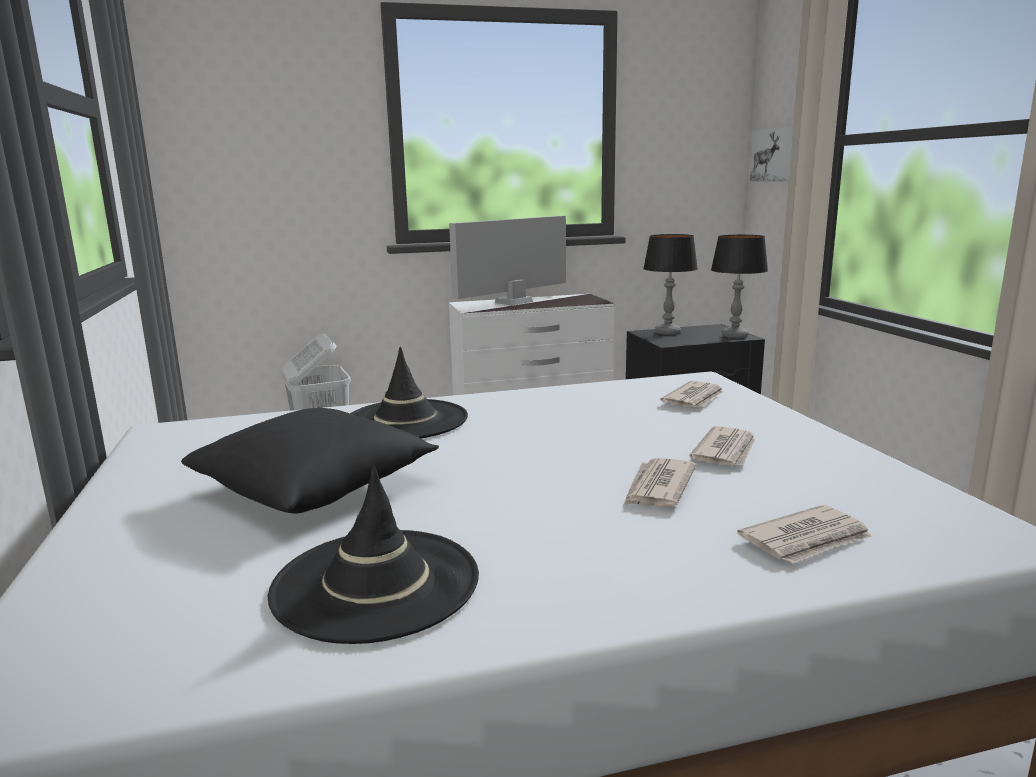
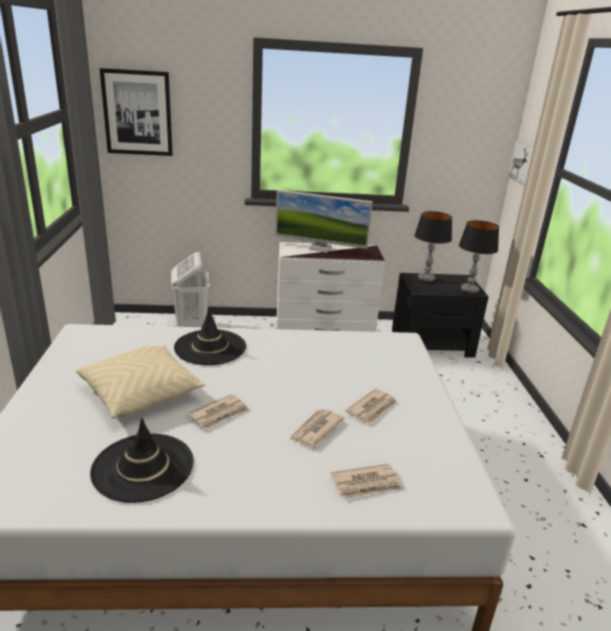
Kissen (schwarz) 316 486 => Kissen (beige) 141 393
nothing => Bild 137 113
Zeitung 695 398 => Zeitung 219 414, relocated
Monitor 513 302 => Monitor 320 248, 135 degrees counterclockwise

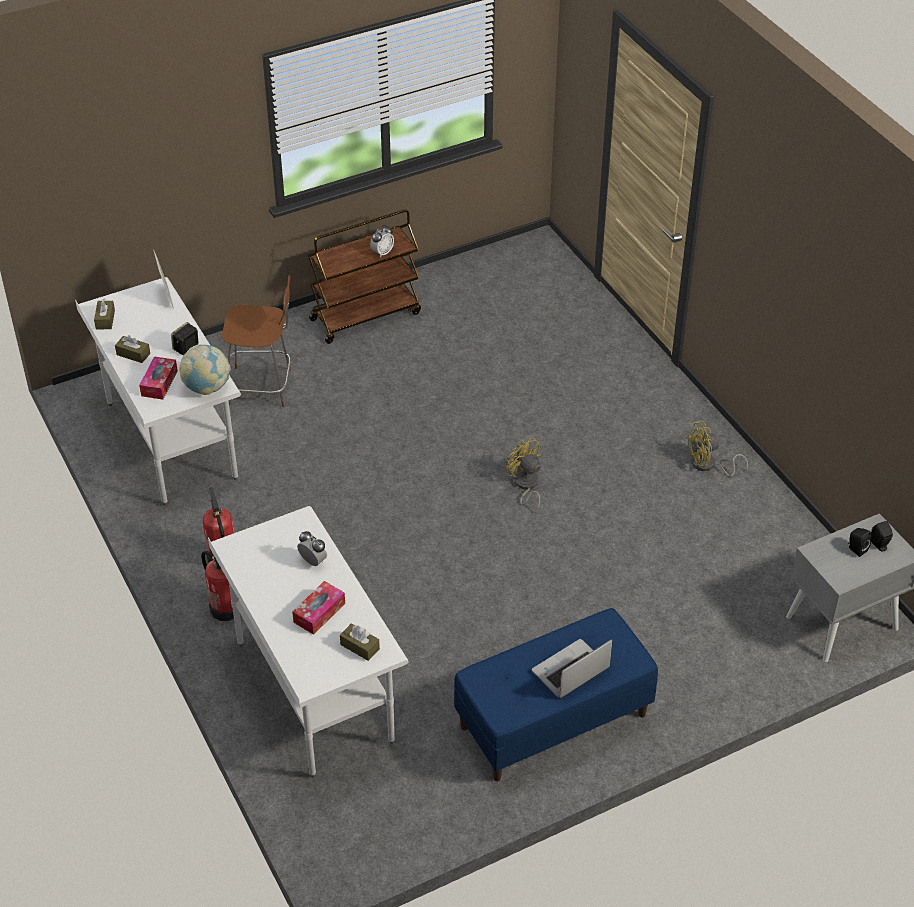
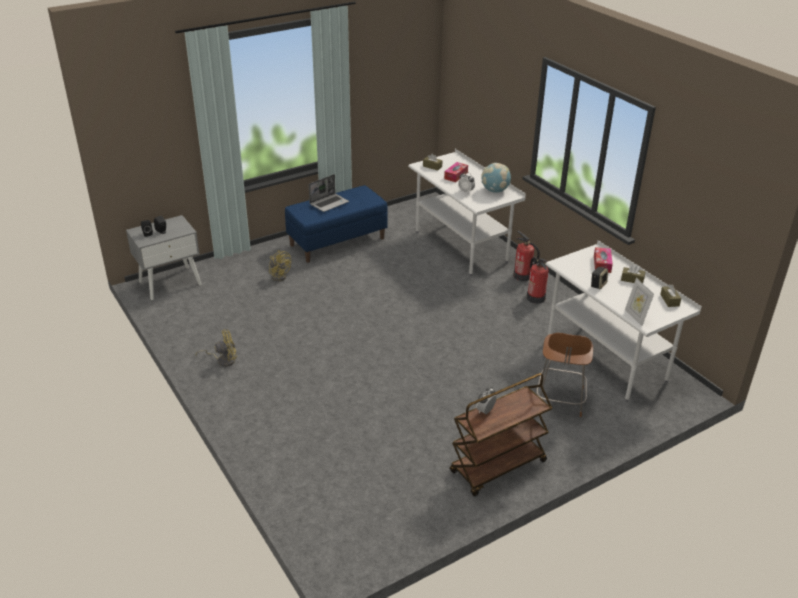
Ventilator (gelb) 525 486 => Ventilator (gelb) 279 275, relocated
Globus 207 387 => Globus 495 191, relocated
Stuhl (braun) 262 387 => Stuhl (braun) 560 400, 75 degrees counterclockwise

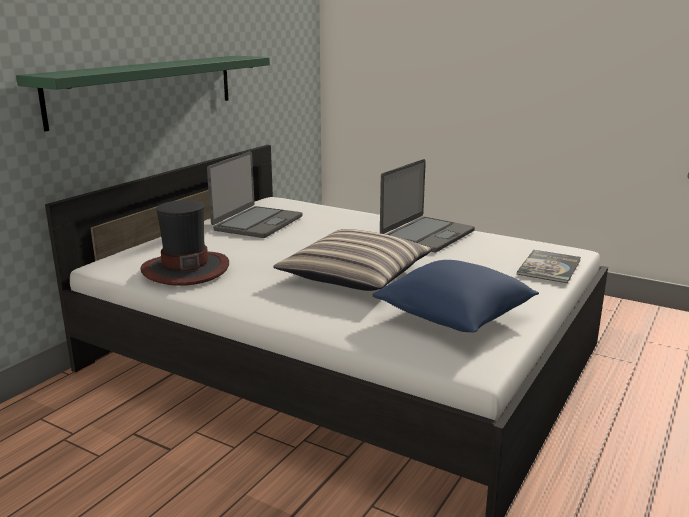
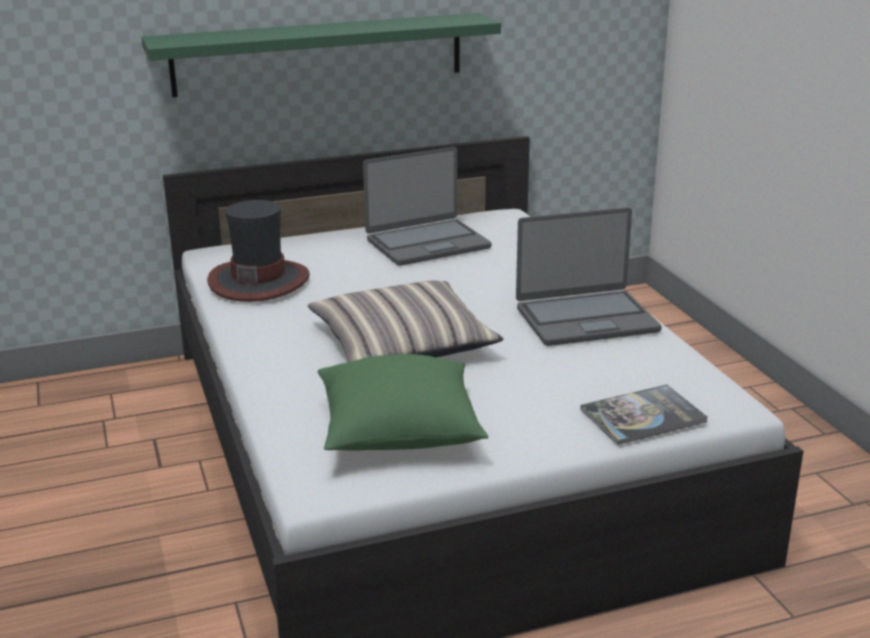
Kissen (blau) 455 318 => Kissen (grün) 399 432

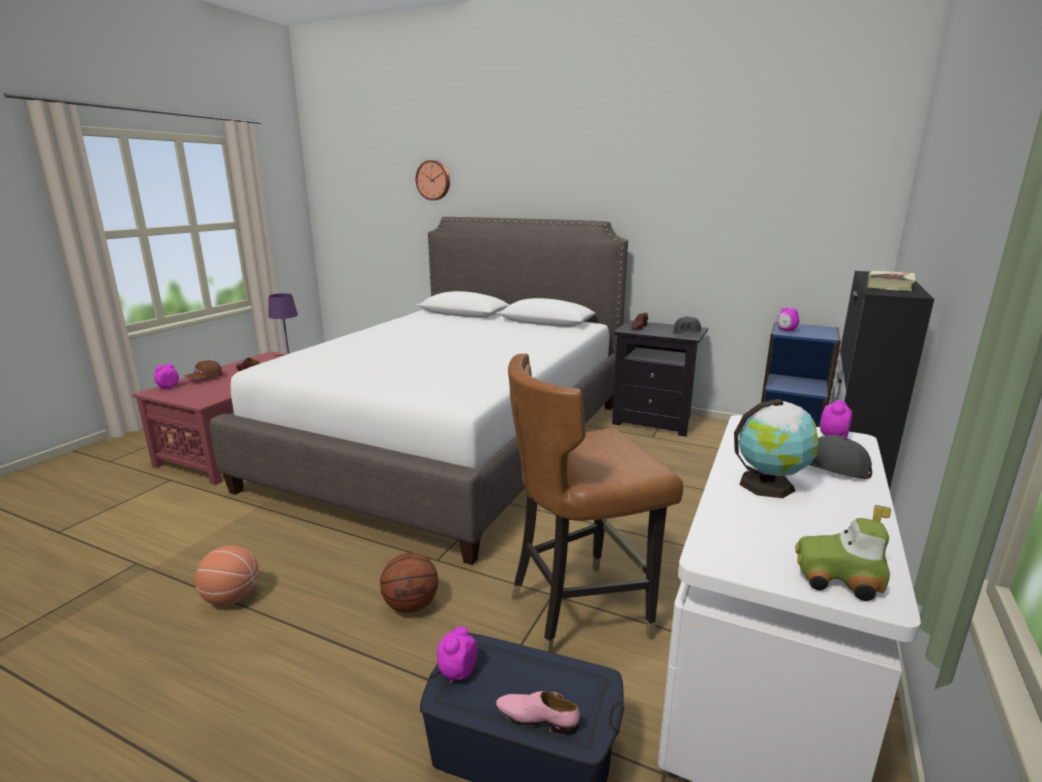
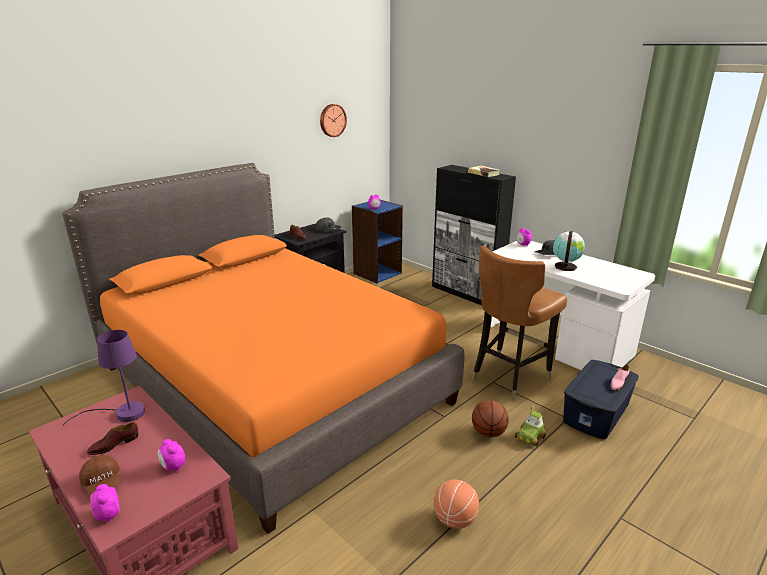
Bett (weiß) 453 443 => Bett (orange) 272 384
Wecker 457 672 => Wecker 173 467, relocated
Wanduhr 433 180 => Wanduhr 332 120, relocated
Stuhl (braun) 579 611 => Stuhl (braun) 509 377, 45 degrees clockwise
Spielzeugauto 837 579 => Spielzeugauto 530 437, relocated

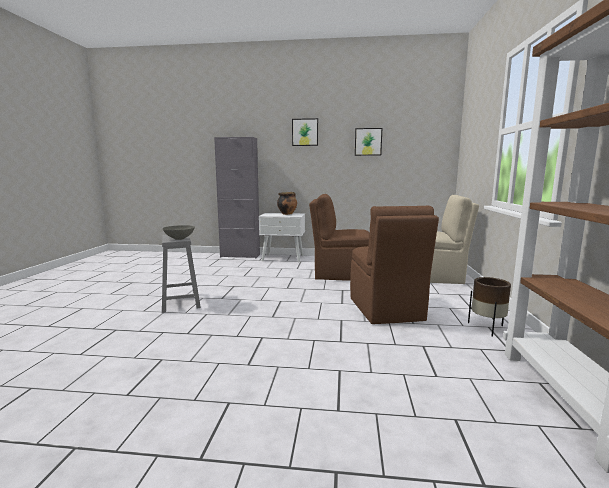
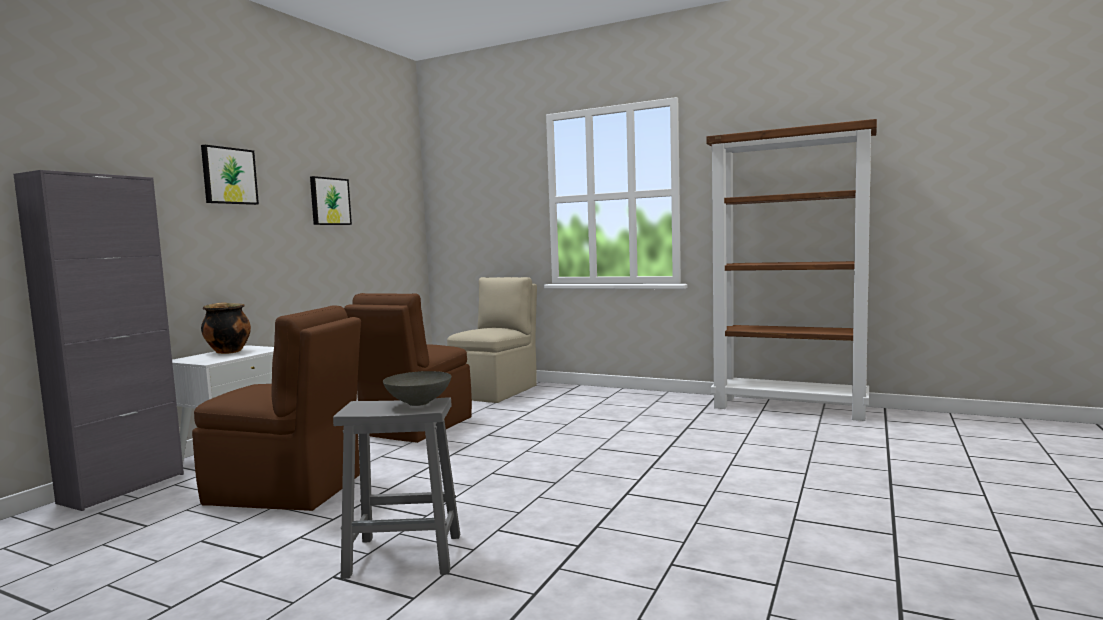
Stuhl (braun) 386 310 => Stuhl (braun) 287 490, relocated
Pflanzkübel (braun) 487 328 => nothing

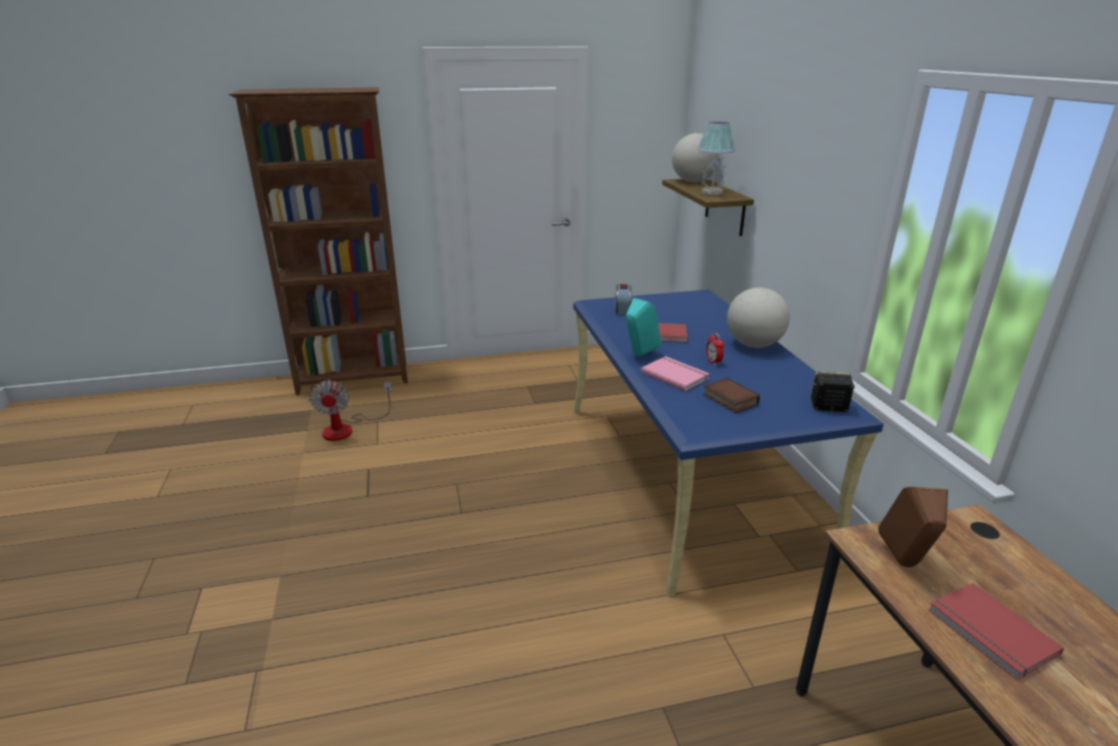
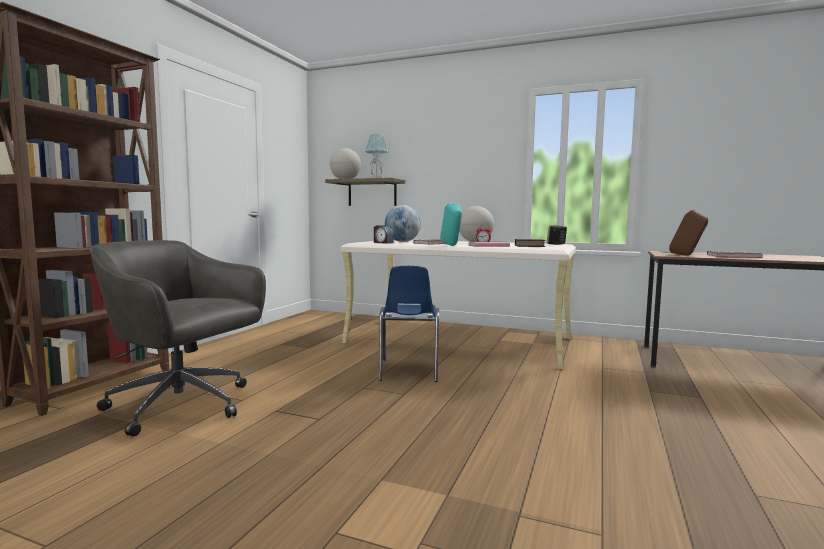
Ventilator 347 428 => Bürostuhl (grau) 183 406
Schreibtisch (blau) 687 475 => Schreibtisch (beige) 460 340
nothing => Stuhl (blau) 408 370
nothing => Globus 402 241

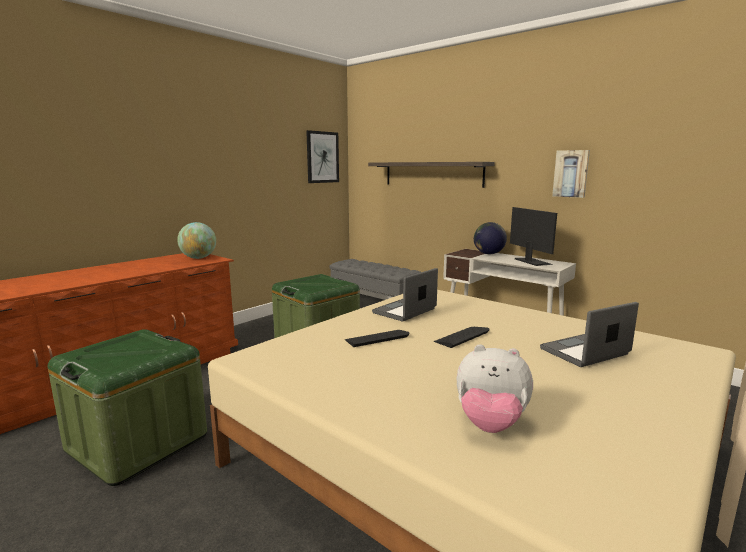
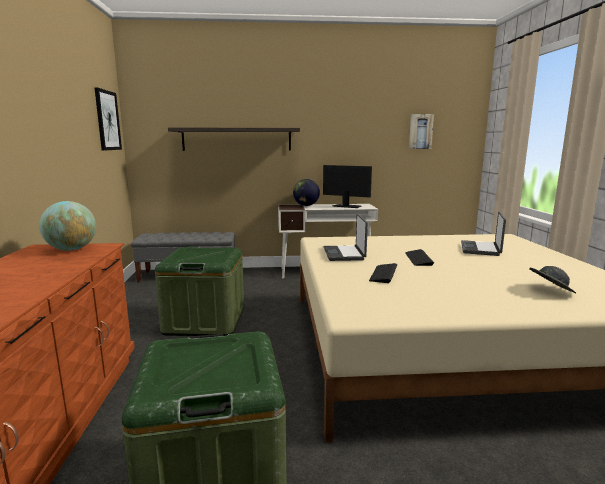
Bild 571 173 => Bild 420 131, relocated
Plüschtier 490 424 => Hut (grau) 550 291

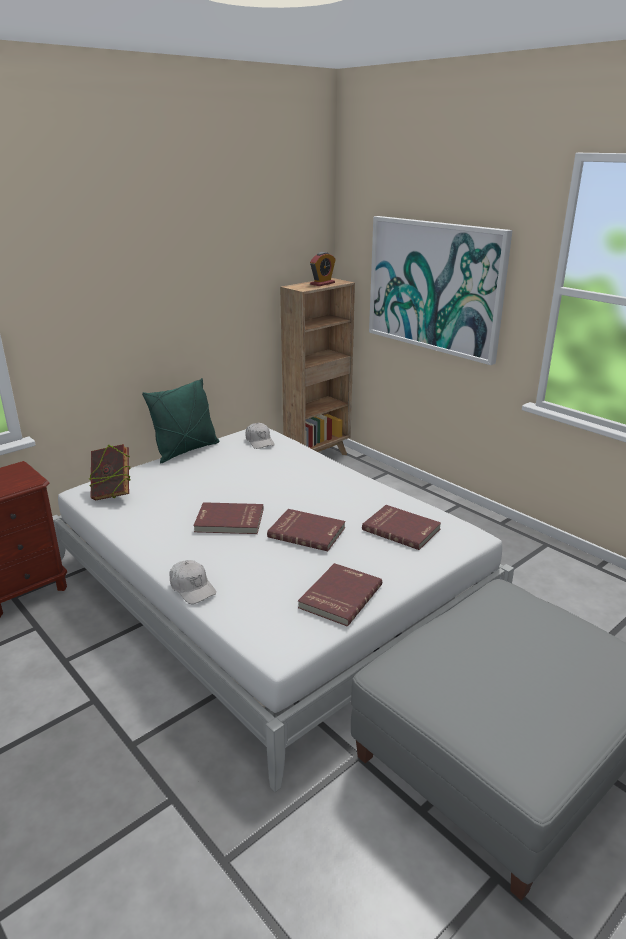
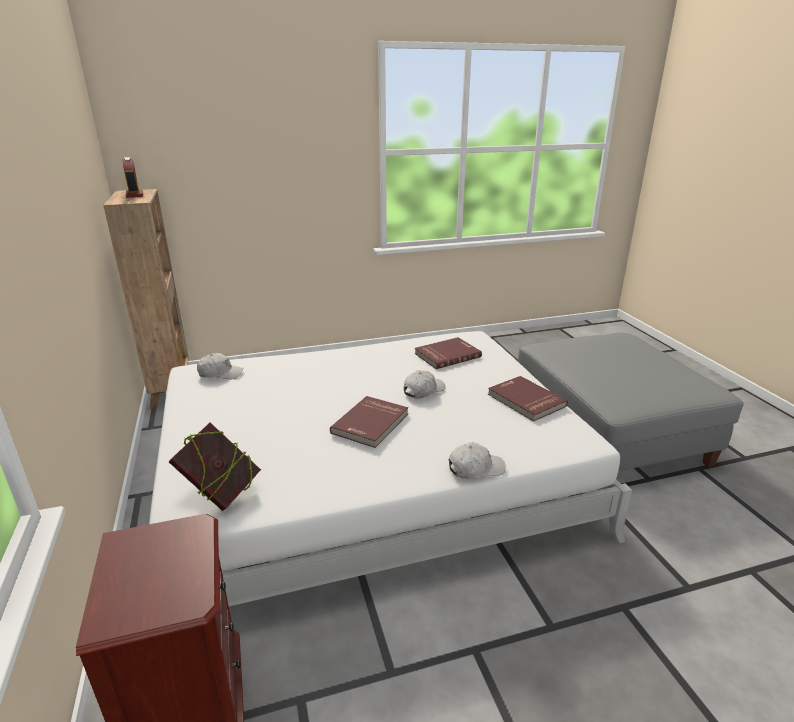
Buch (rot) 307 532 => Kappe (weiß) 423 390
Kissen (grün) 186 450 => nothing
Bild 434 286 => nothing

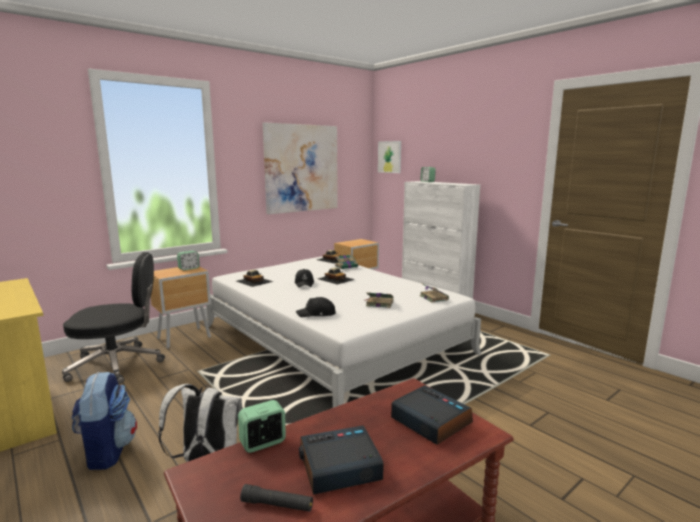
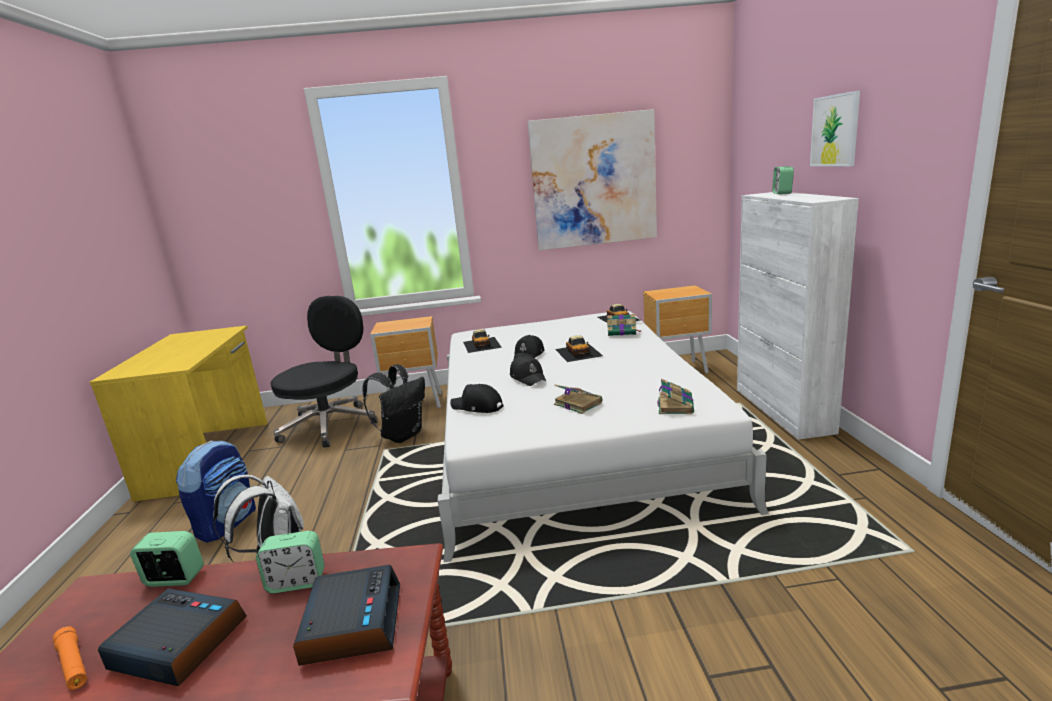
Taschenlampe (schwarz) 277 505 => Taschenlampe (orange) 73 665
Wecker 189 268 => Wecker 296 582, relocated
Bürostuhl (schwarz) 118 364 => Bürostuhl (schwarz) 330 425, 90 degrees counterclockwise
nothing => Rucksack (schwarz) 402 435
nothing => Kappe (schwarz) 528 377
Bild 389 157 => Bild 835 130, relocated

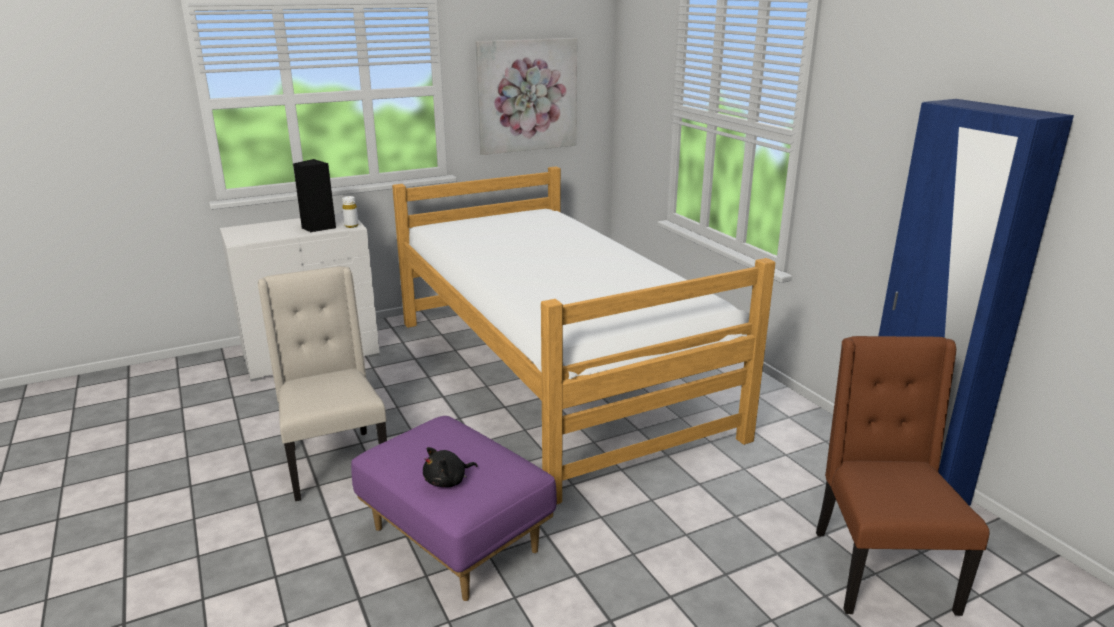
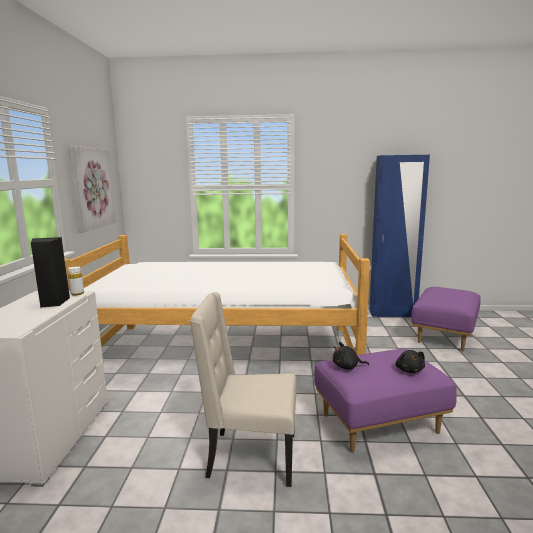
nothing => Plüschtier (schwarz) 347 367
Stuhl (braun) 879 569 => Polsterhocker (lila) 444 335

